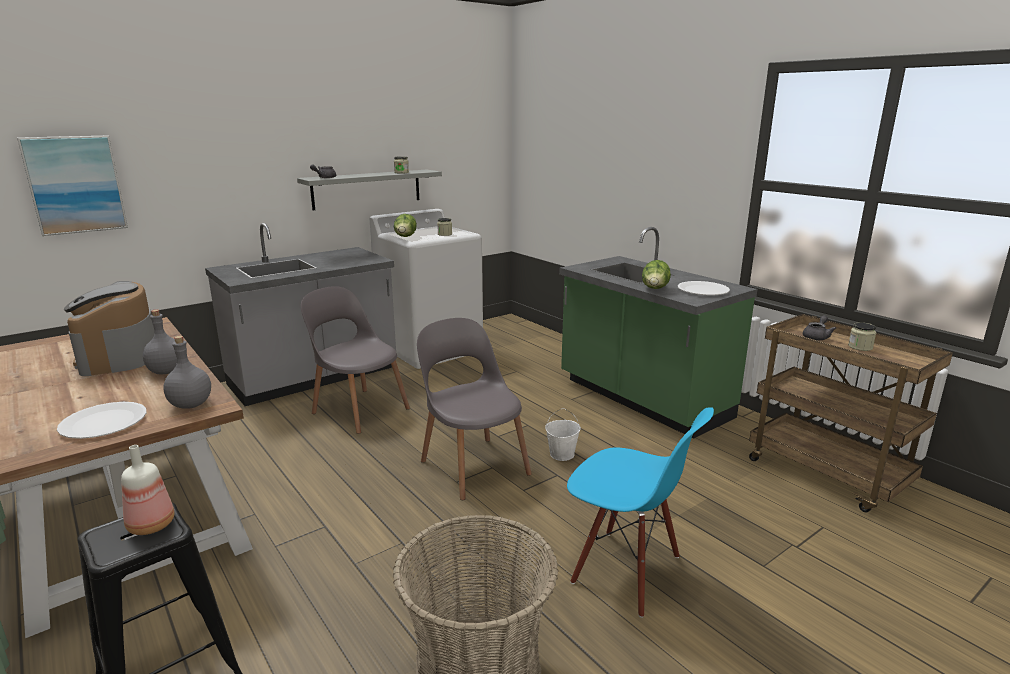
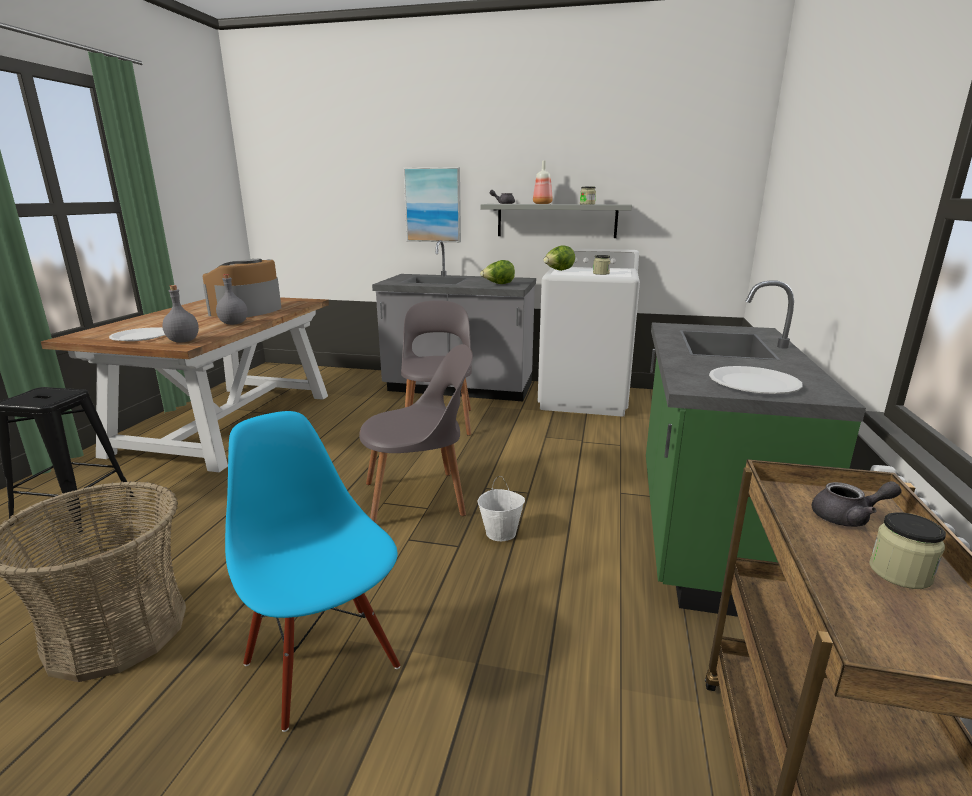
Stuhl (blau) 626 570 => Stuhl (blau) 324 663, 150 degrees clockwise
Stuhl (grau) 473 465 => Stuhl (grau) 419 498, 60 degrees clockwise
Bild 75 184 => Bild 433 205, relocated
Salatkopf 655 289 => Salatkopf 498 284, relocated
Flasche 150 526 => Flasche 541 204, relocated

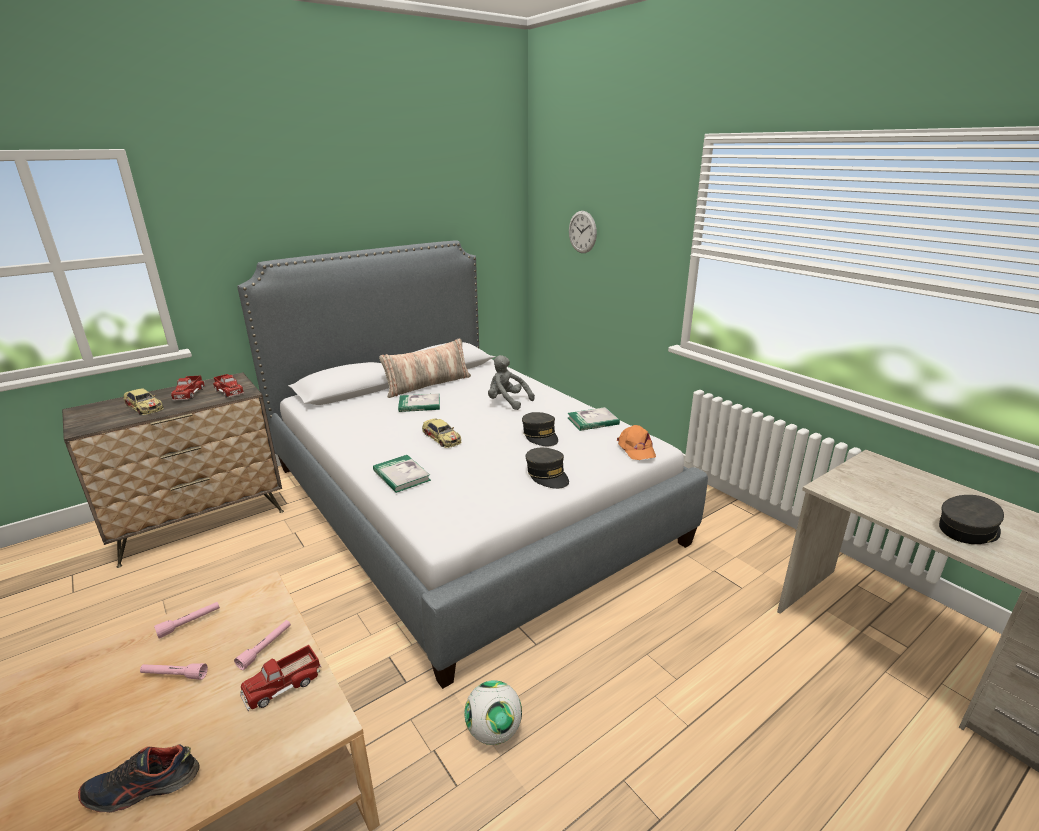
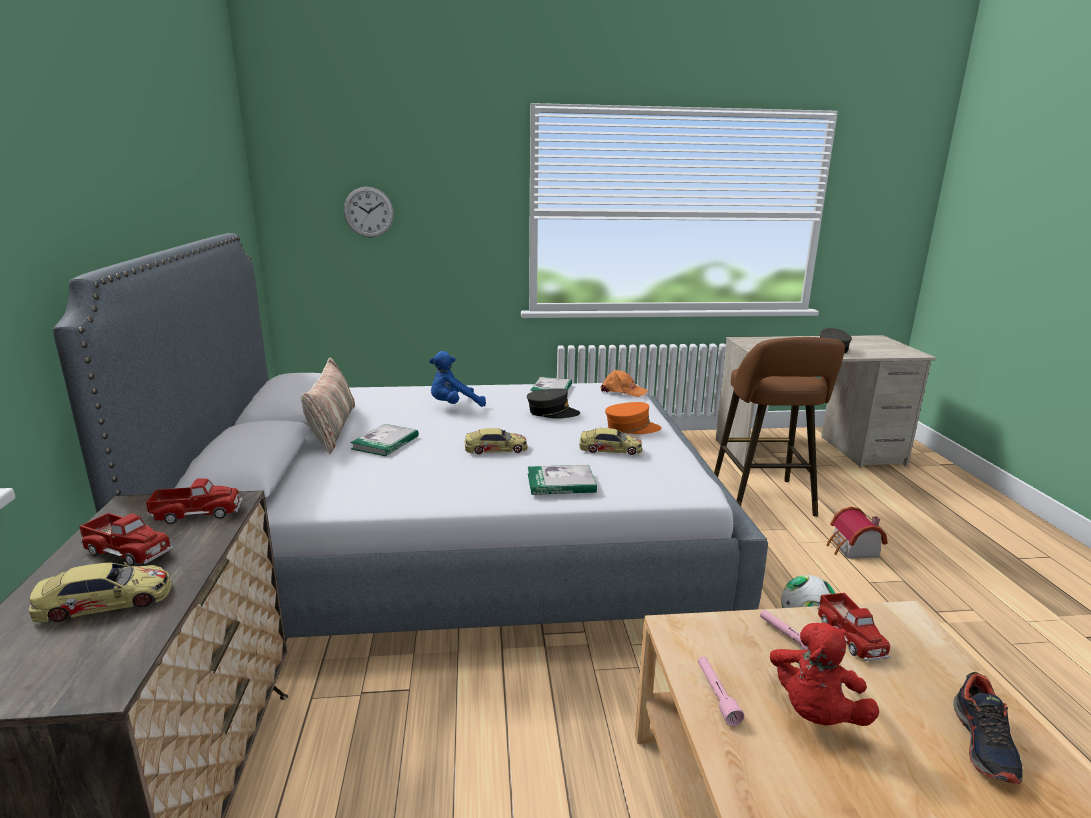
Plüschtier (grau) 507 402 => Plüschtier (blau) 454 406
nothing => Spielzeugauto 610 448
Kappe (grau) 547 475 => Kappe (orange) 631 427
nothing => Hocker (braun) 764 501
Taschenlampe (rosa) 174 675 => Plüschtier (rot) 814 713
nothing => Spielzeughaus 852 549

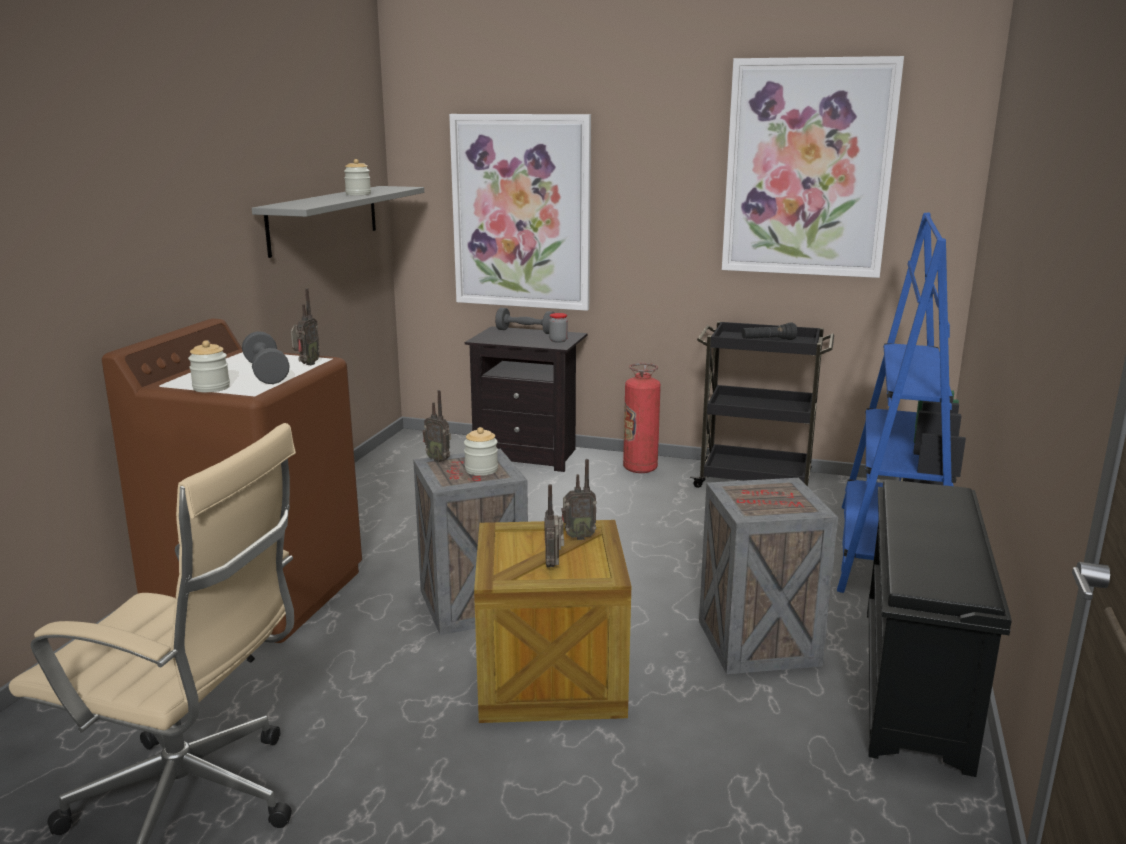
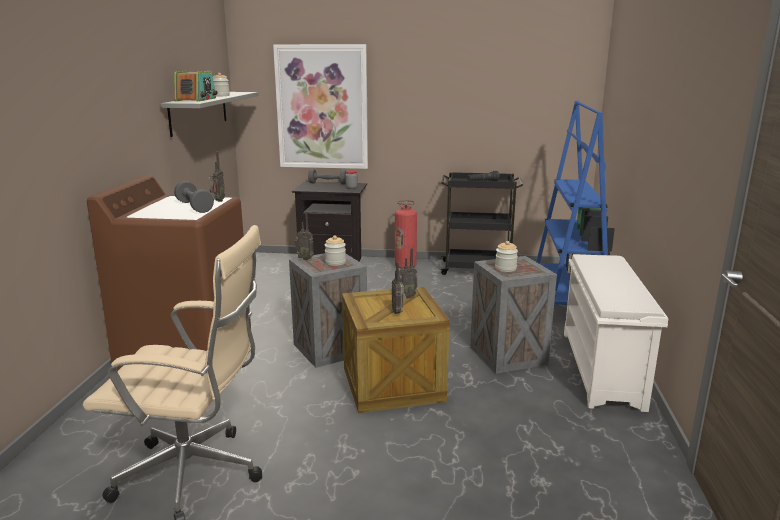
nothing => Radio 196 99
Vorratsglas 211 388 => Vorratsglas 505 268, relocated
Schuhregal (schwarz) 916 685 => Schuhregal (weiß) 602 369
Bild 807 169 => nothing

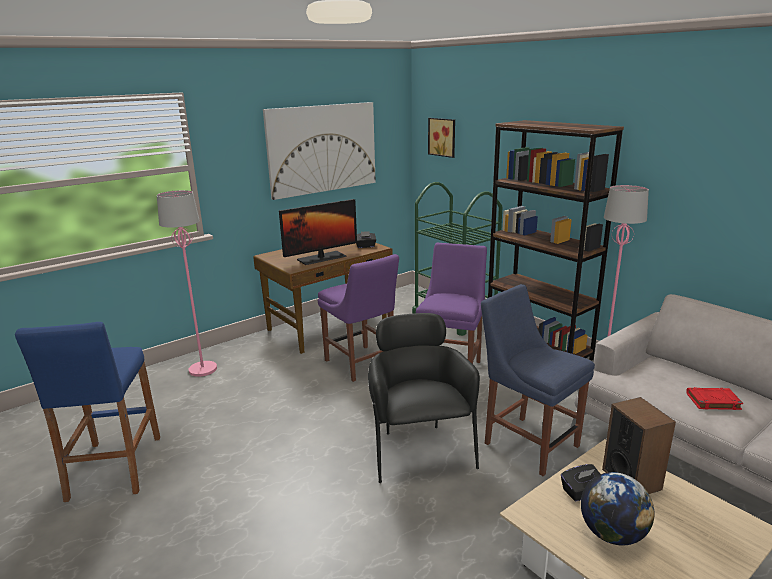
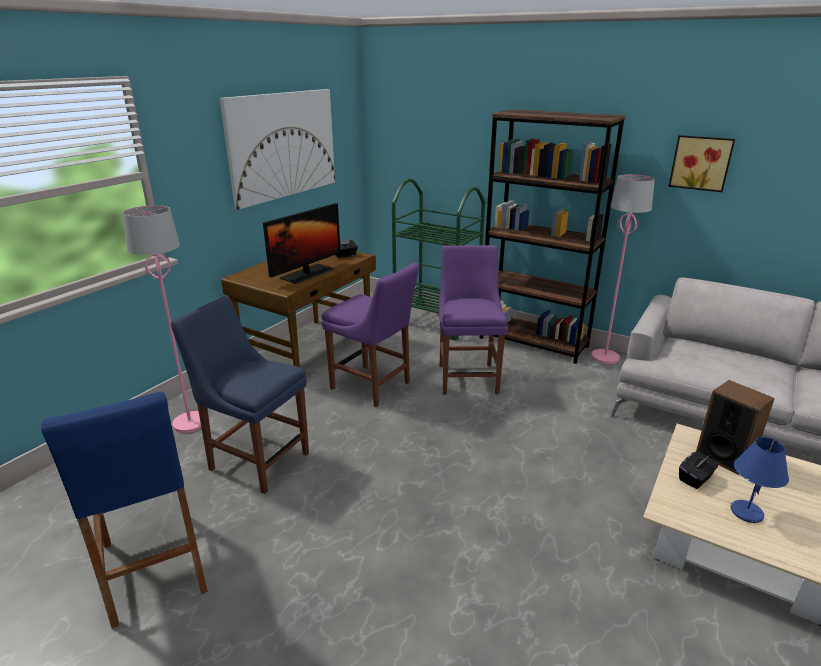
Stuhl (blau) 527 442 => Stuhl (blau) 256 459, relocated
Bild 443 137 => Bild 701 163, relocated
Globus 612 534 => Tischlampe (blau) 746 512
Sessel (schwarz) 419 449 => nothing
Buch (rot) 712 401 => nothing

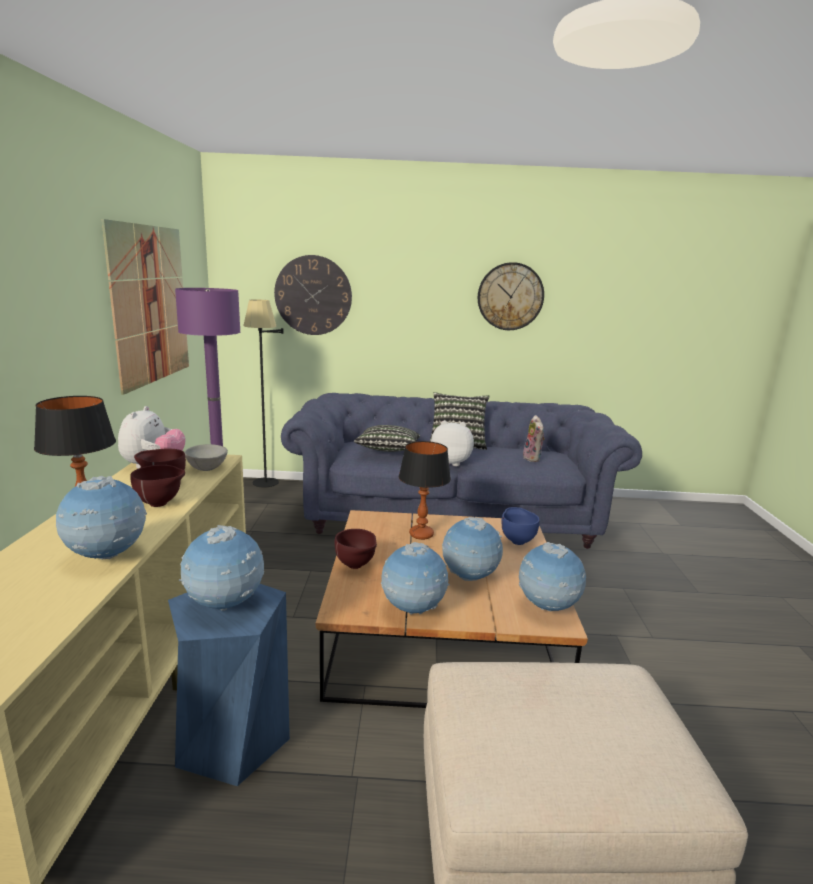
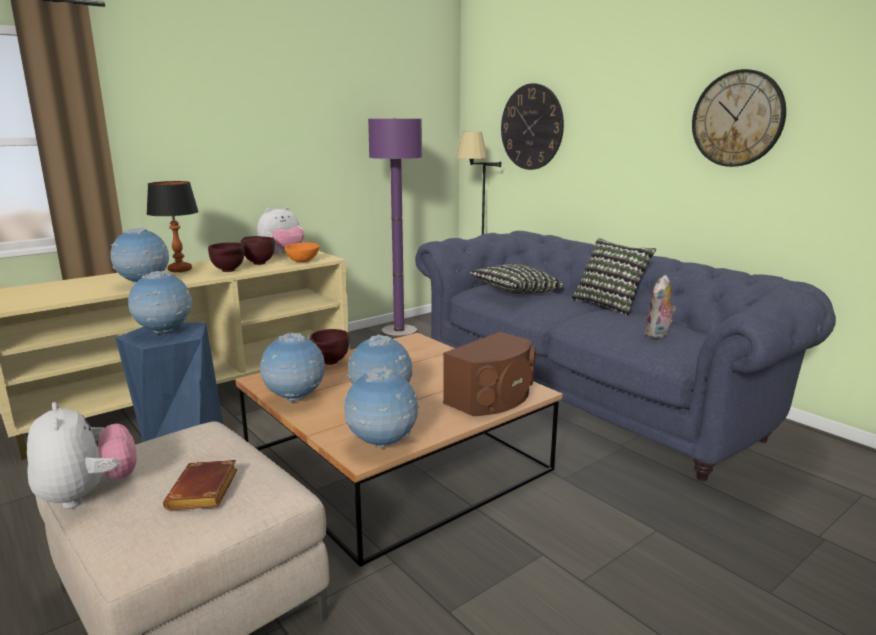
Plüschtier 451 462 => Plüschtier 87 494, relocated
nothing => Buch (braun) 205 492
Schüssel (grau) 207 468 => Schüssel (orange) 303 261
Schüssel (blau) 517 541 => Lautsprecher (braun) 492 398
Bild 151 304 => nothing
Tischlampe 421 535 => nothing

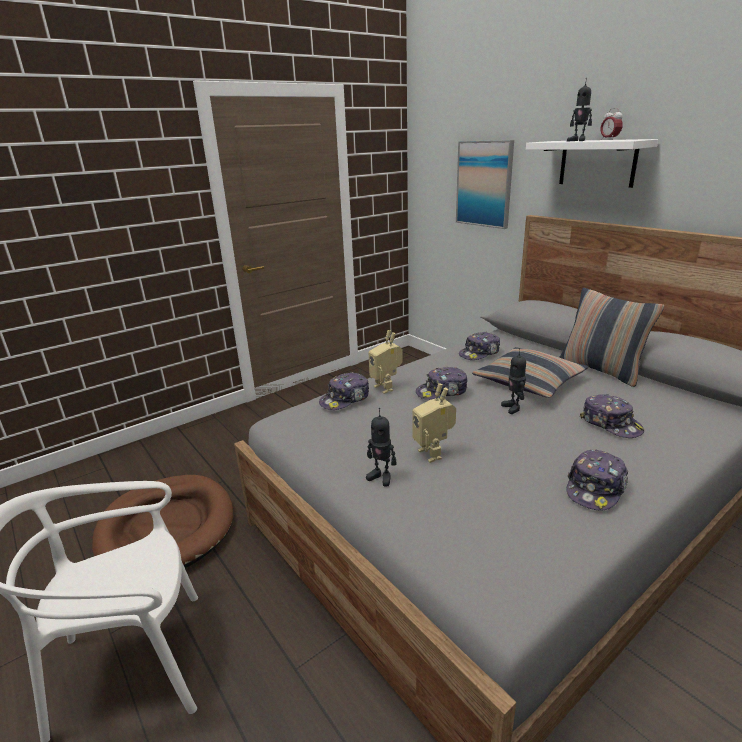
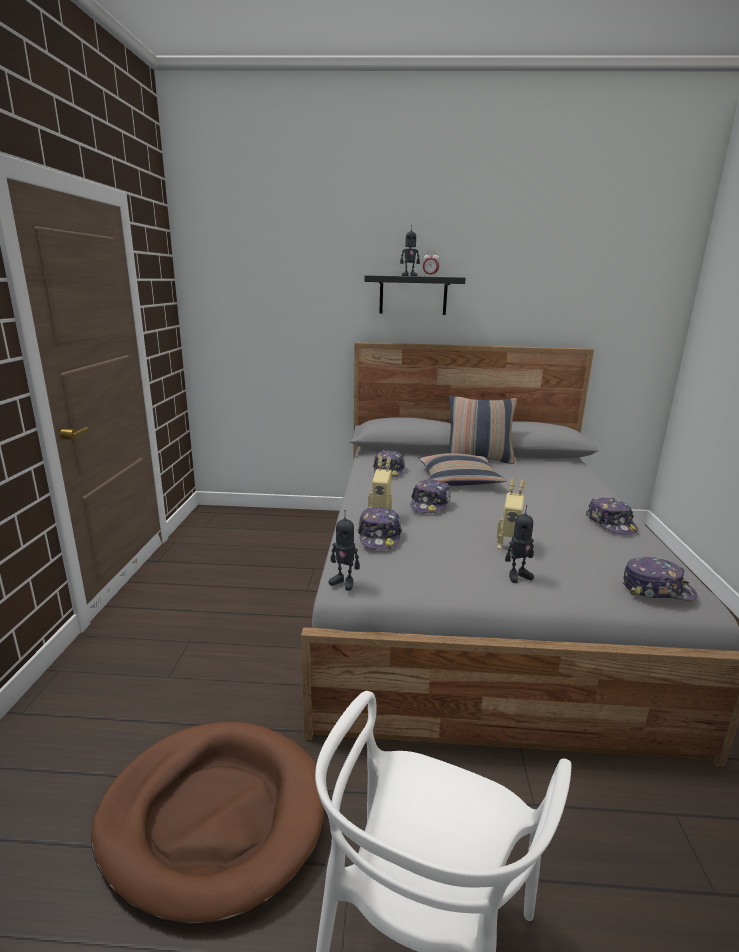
Spielzeugroboter 513 408 => Spielzeugroboter 344 582, relocated
Wandregal (weiß) 597 163 => Wandregal (schwarz) 413 295
Kappe 611 424 => Kappe 657 589, relocated
Bild 484 184 => nothing

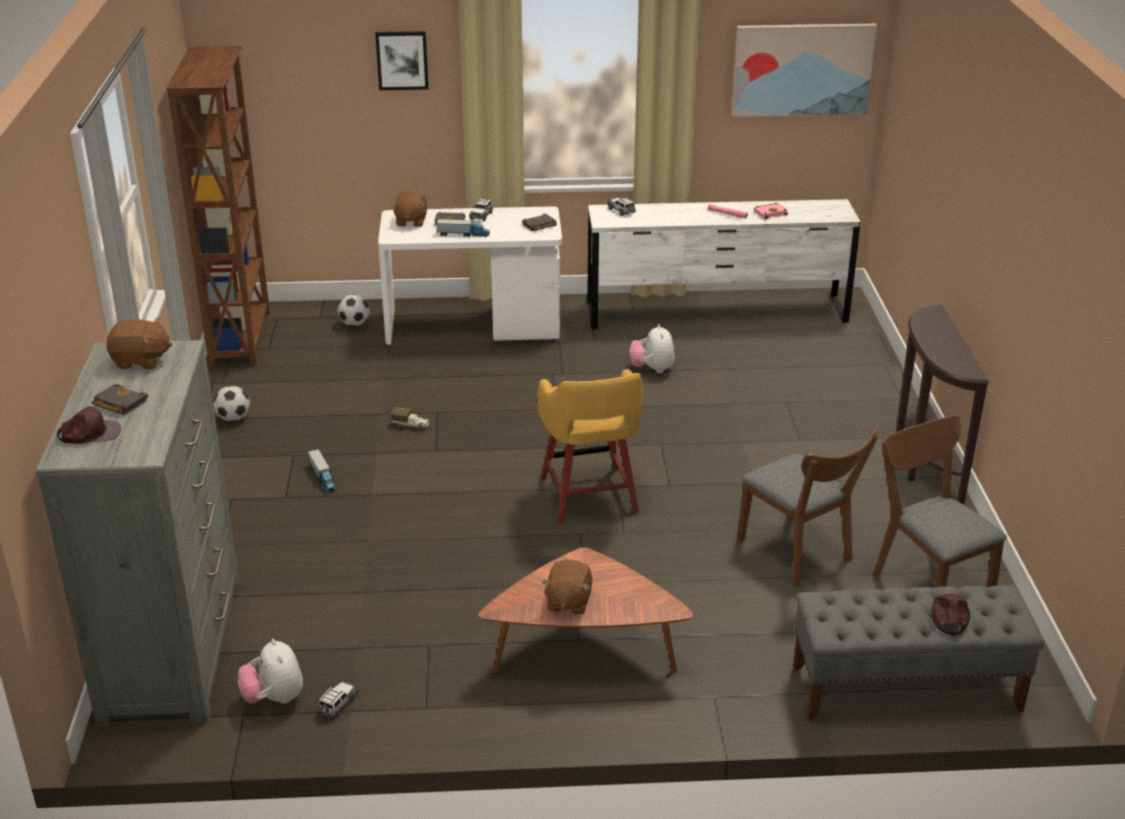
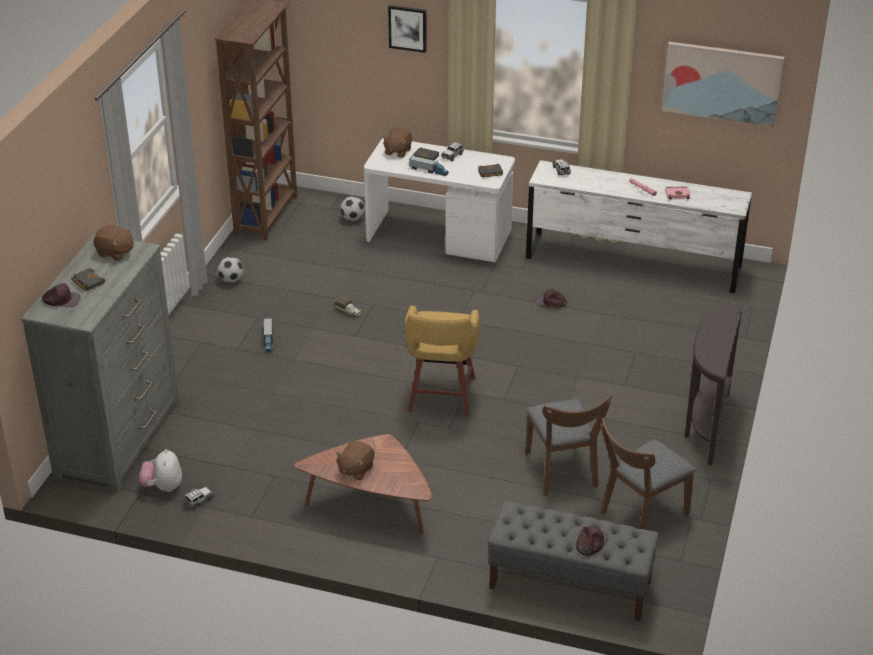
Plüschtier 652 369 => Kappe (braun) 551 302
Stuhl (braun) 926 582 => Stuhl (braun) 640 516, 120 degrees counterclockwise

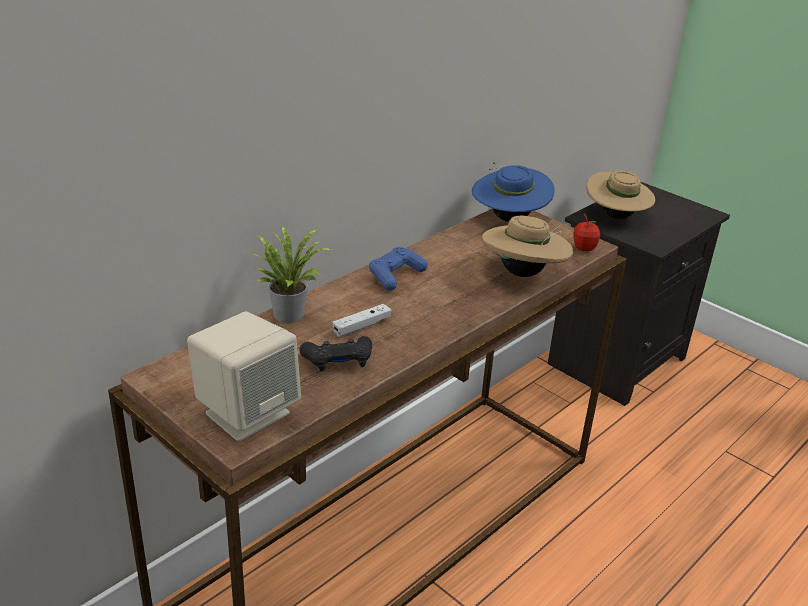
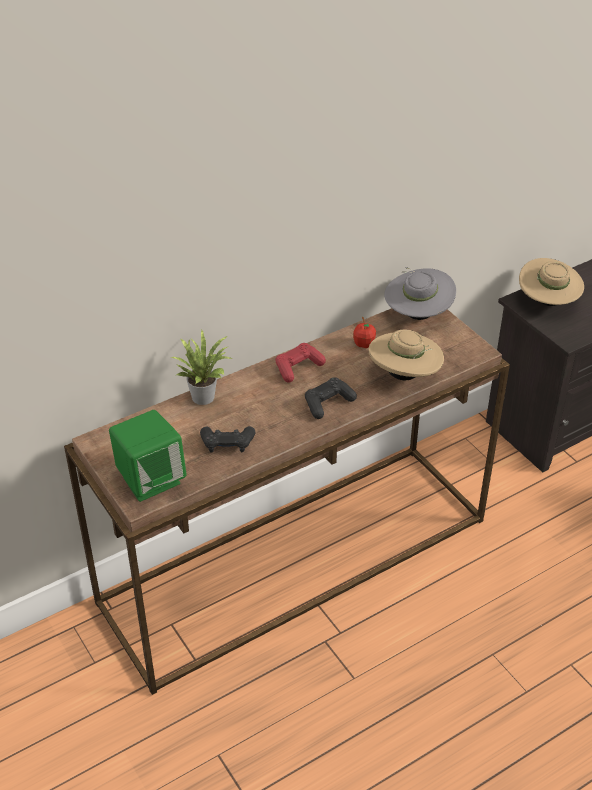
Lautsprecher (beige) 247 413 => Lautsprecher (grün) 151 479
Gamepad (blau) 395 276 => Gamepad (rot) 298 367
nothing => Gamepad (schwarz) 328 403
Apfel 584 248 => Apfel 364 344, relocated
Hut (blau) 509 219 => Hut (grau) 417 315
Gamepad (weiß) 362 326 => nothing

